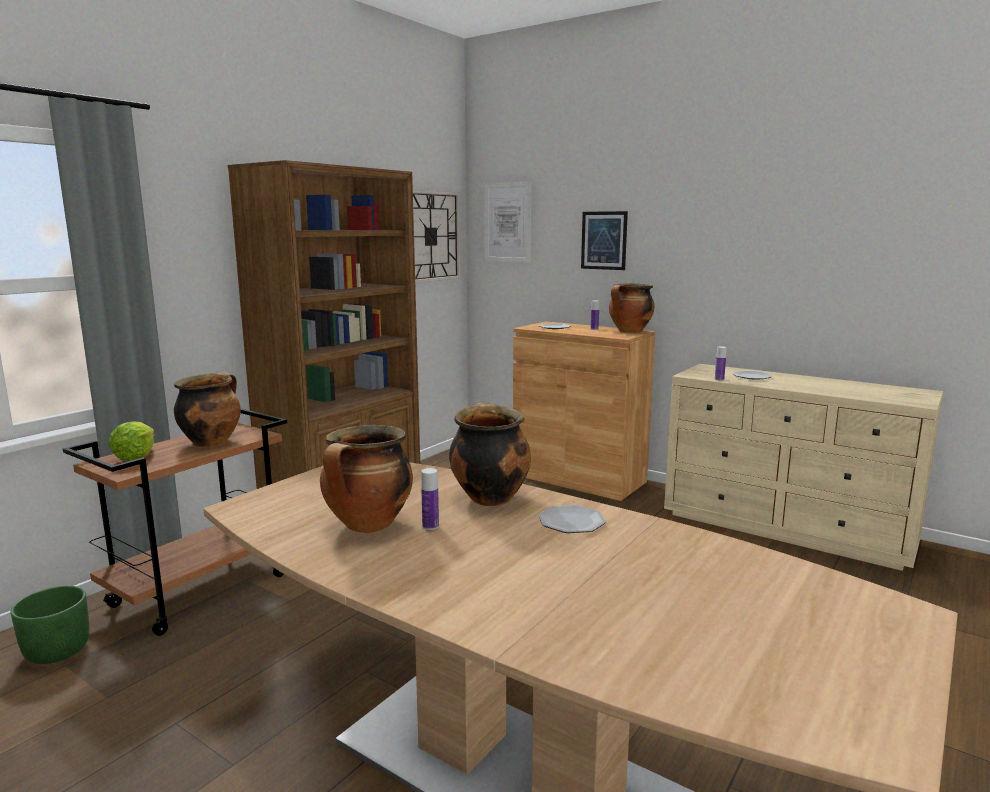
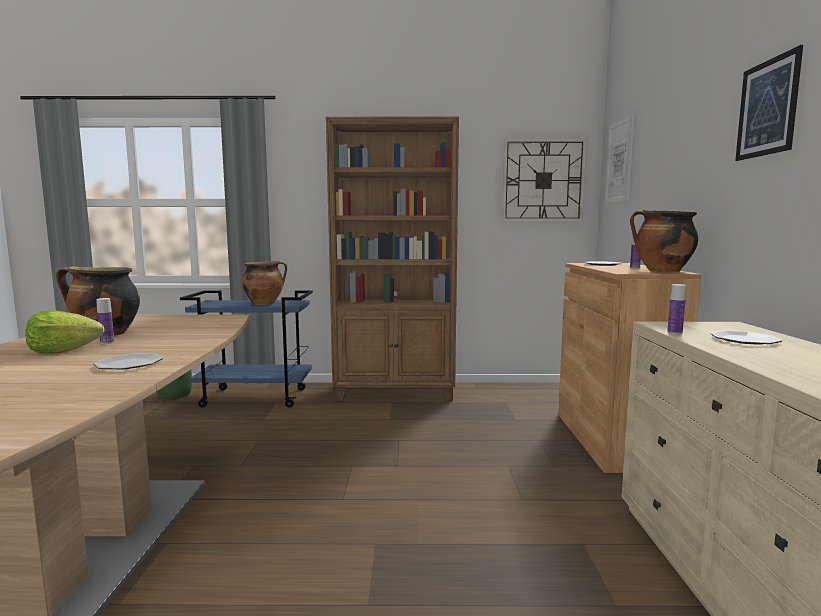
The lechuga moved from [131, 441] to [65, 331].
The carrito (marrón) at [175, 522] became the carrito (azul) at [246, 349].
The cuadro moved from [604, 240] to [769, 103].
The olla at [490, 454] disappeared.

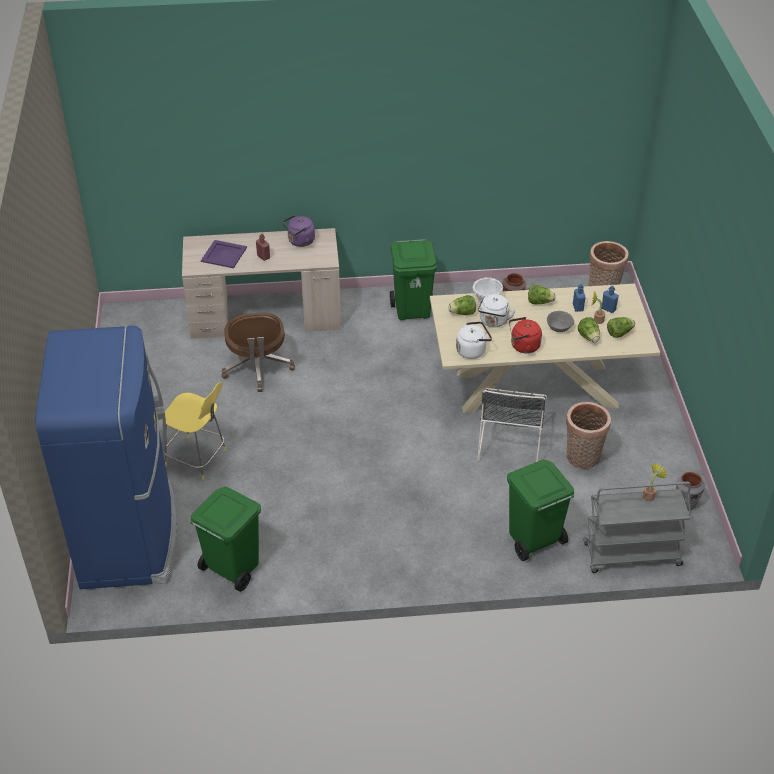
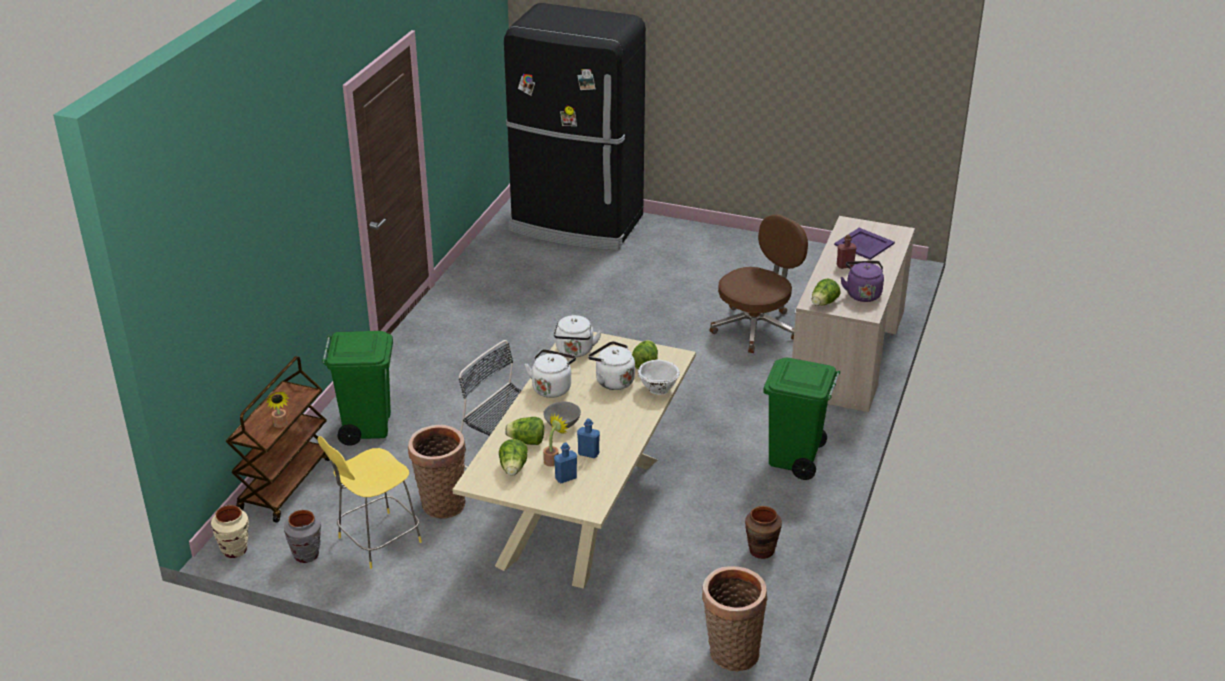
The florero (beis) at [230, 531] appeared.
The carrito (gris) at [637, 527] became the carrito (marrón) at [278, 439].
The taburete (amarillo) moved from [193, 431] to [370, 502].
The nevera (azul) at [106, 457] became the nevera (negro) at [575, 126].
The hervidor (rojo) at [525, 335] became the hervidor (blanco) at [550, 373].
The silla de oficina (marrón) at [258, 352] turned 120 degrees clockwise.
The lechuga moved from [542, 294] to [826, 292].
The papelera (verde) at [225, 539] disappeared.

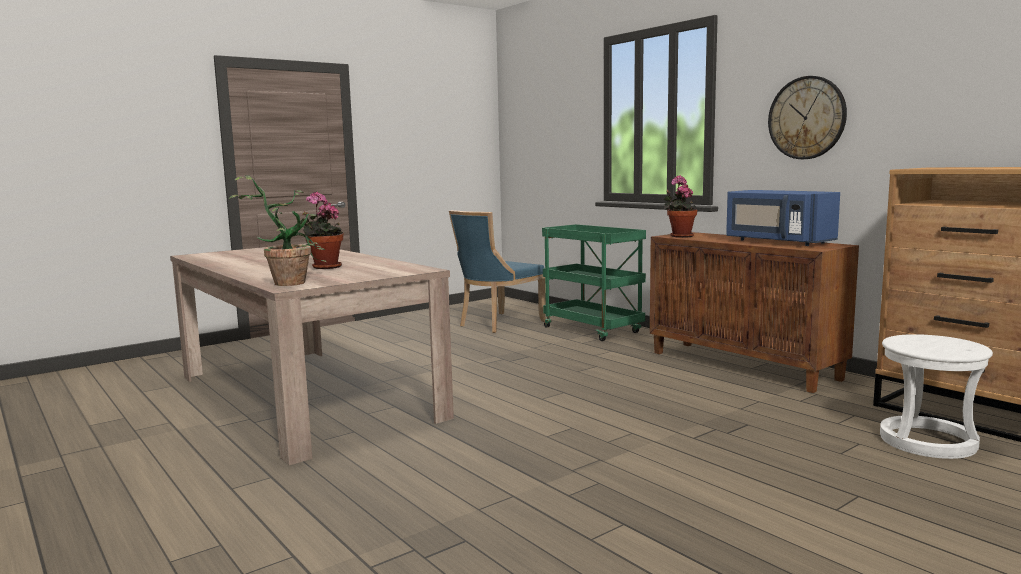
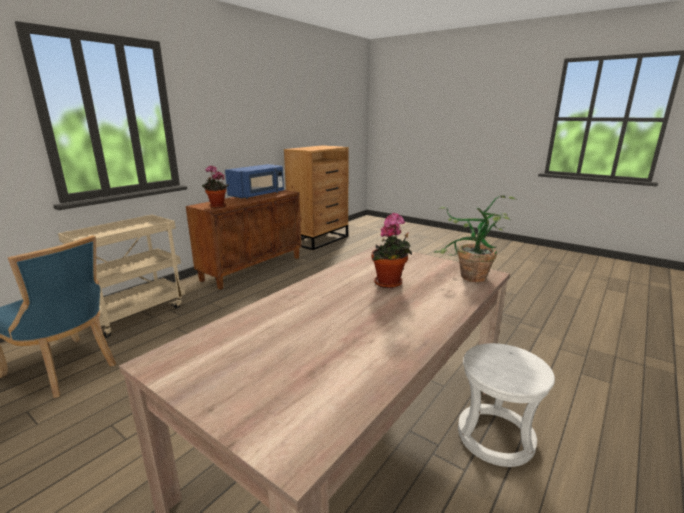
The carrito (verde) at [594, 282] became the carrito (beis) at [122, 276].
The taburete (blanco) moved from [936, 396] to [506, 405].
The reloj de pared at [807, 117] disappeared.

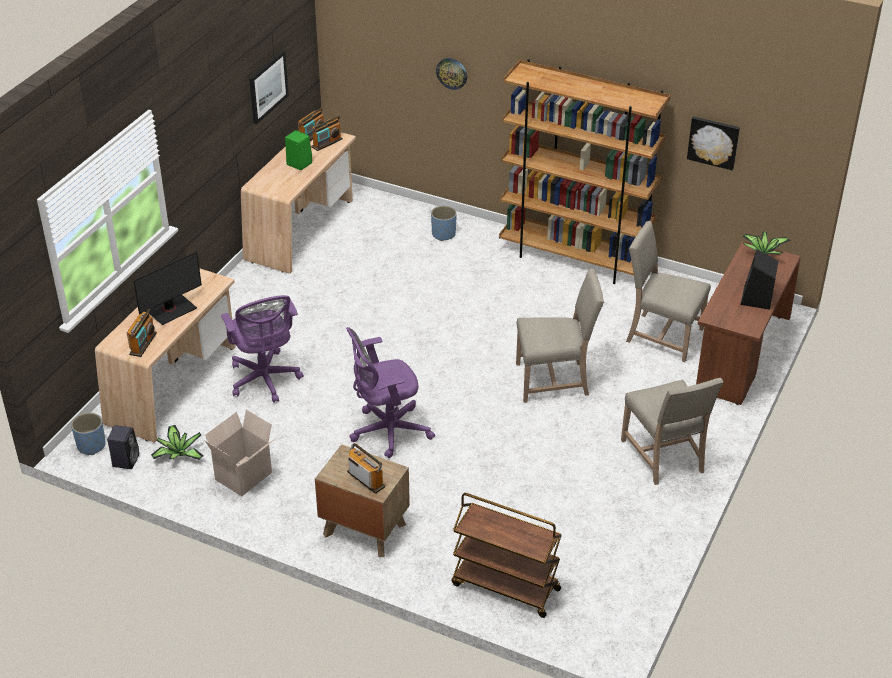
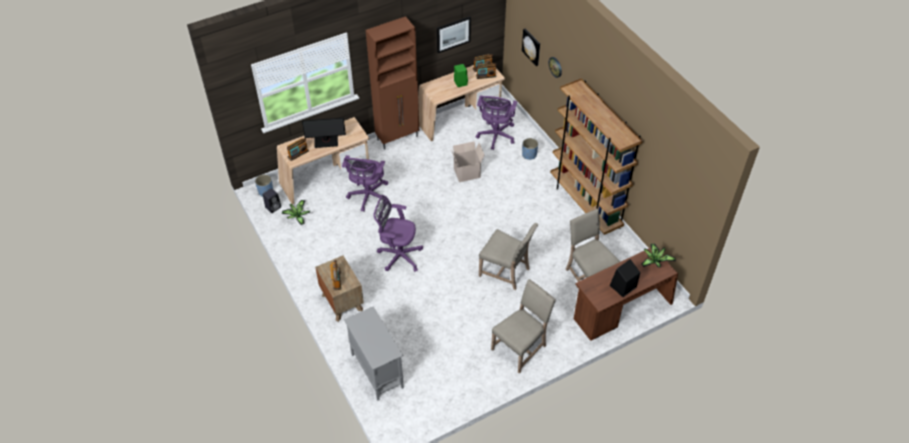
The carrito (marrón) at [506, 555] was replaced by the armario (gris) at [374, 353].
The armario (marrón) at [392, 83] appeared.
The caja de cartón moved from [240, 452] to [468, 161].
The silla de oficina (morado) at [496, 122] appeared.
The silla (beis) at [672, 431] turned 150 degrees counterclockwise.
The cuadro moved from [713, 143] to [531, 47].

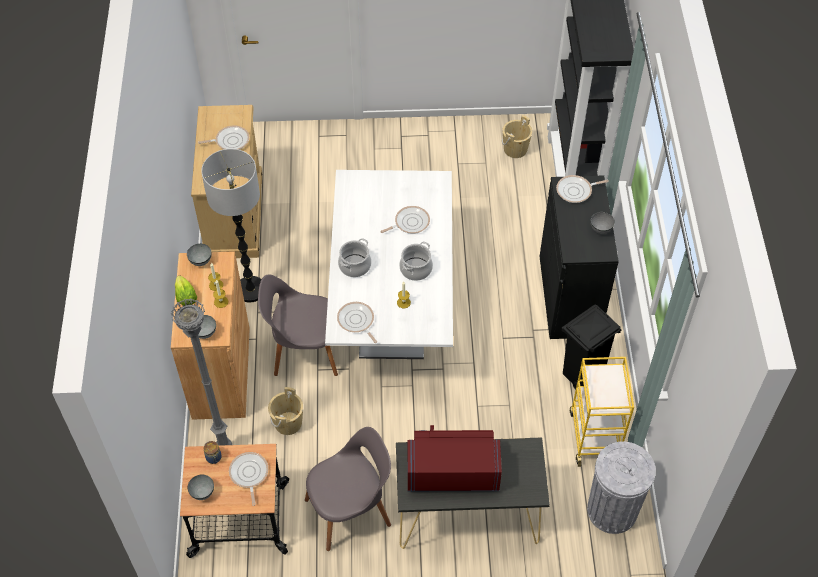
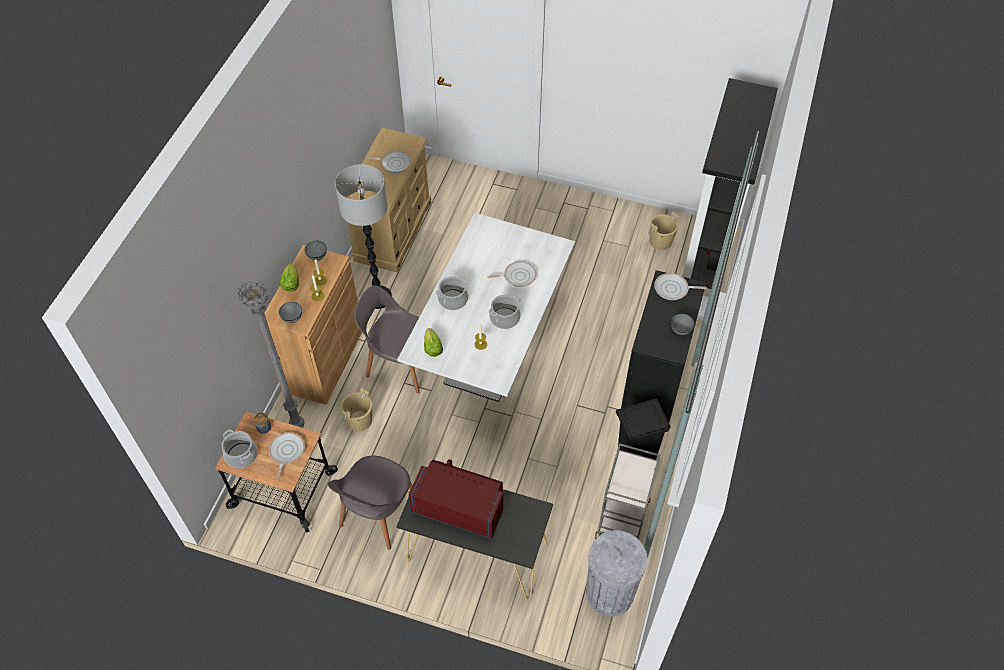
The cuenco (gris) at [200, 487] was replaced by the olla at [239, 448].
The silla (gris) at [348, 489] turned 120 degrees clockwise.
The sartén at [357, 322] was replaced by the lechuga at [433, 342].
The carrito (amarillo) at [602, 412] became the carrito (gris) at [627, 491].

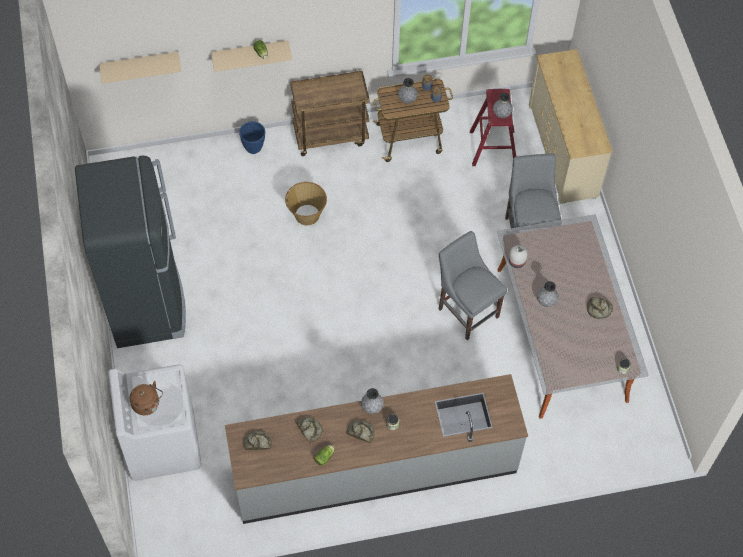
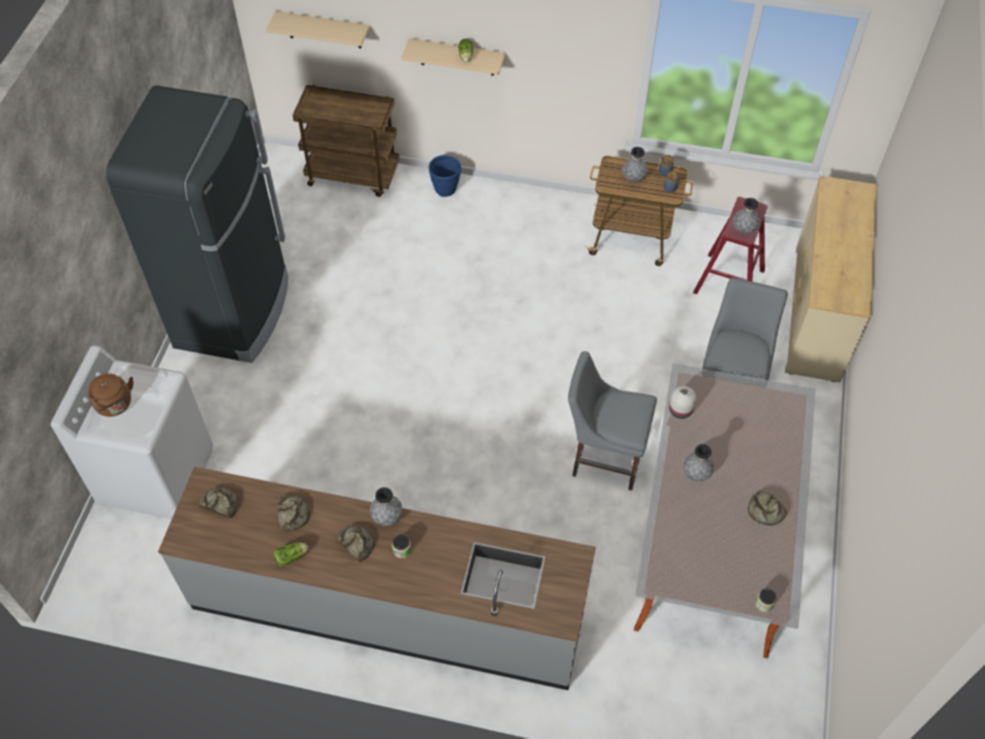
The carrito (marrón) moved from [330, 113] to [346, 141].
The silla (gris) at [473, 285] turned 60 degrees counterclockwise.
The cesta at [306, 203] disappeared.

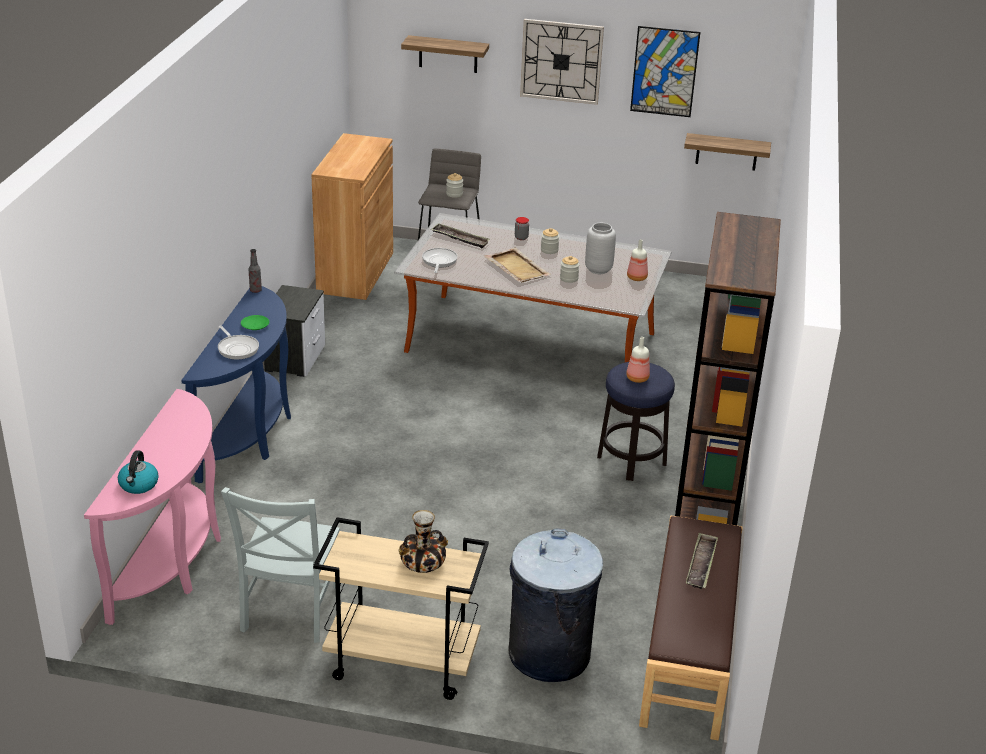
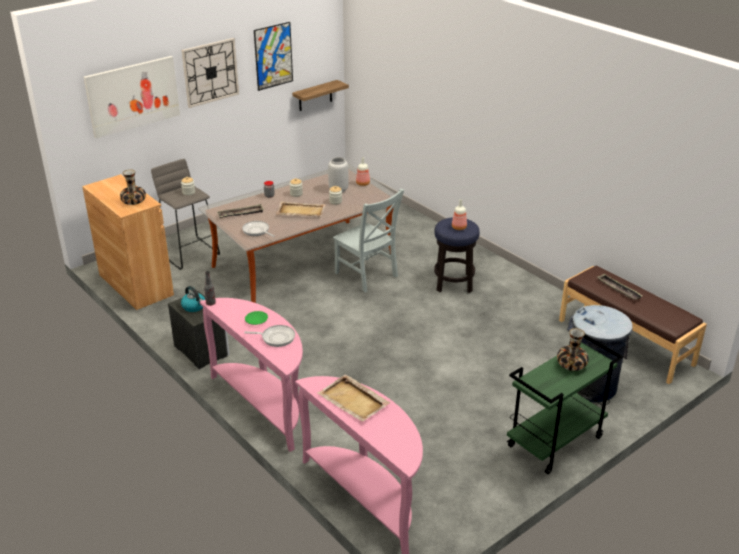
The estante at [445, 54] was replaced by the cuadro at [132, 97].
The florero at [133, 187] appeared.
The hervidor moved from [138, 472] to [193, 299].
The mesa consola (azul) at [236, 384] became the mesa consola (rosa) at [251, 375].
The bandeja (beis) at [353, 398] appeared.
The silla (gris) moved from [280, 565] to [368, 240].
The carrito (beis) at [401, 609] became the carrito (verde) at [565, 404].
The estantería (marrón) at [728, 368] disappeared.

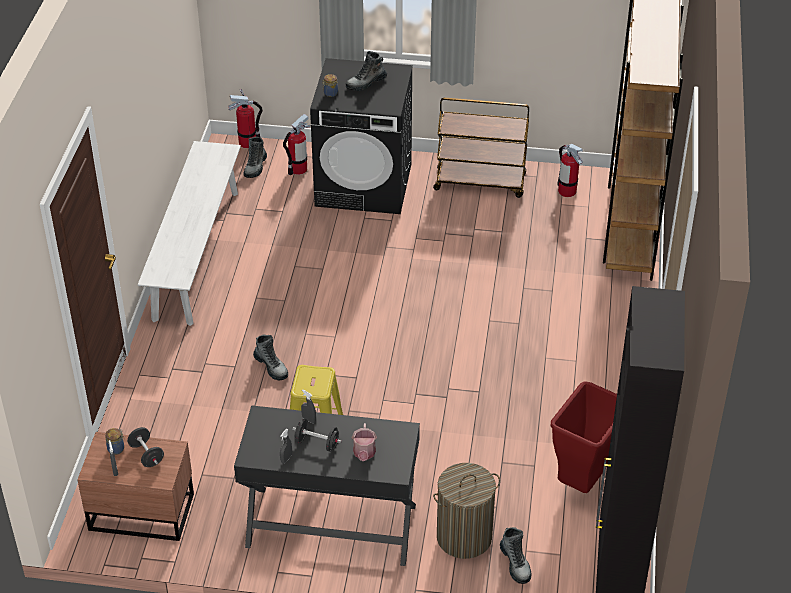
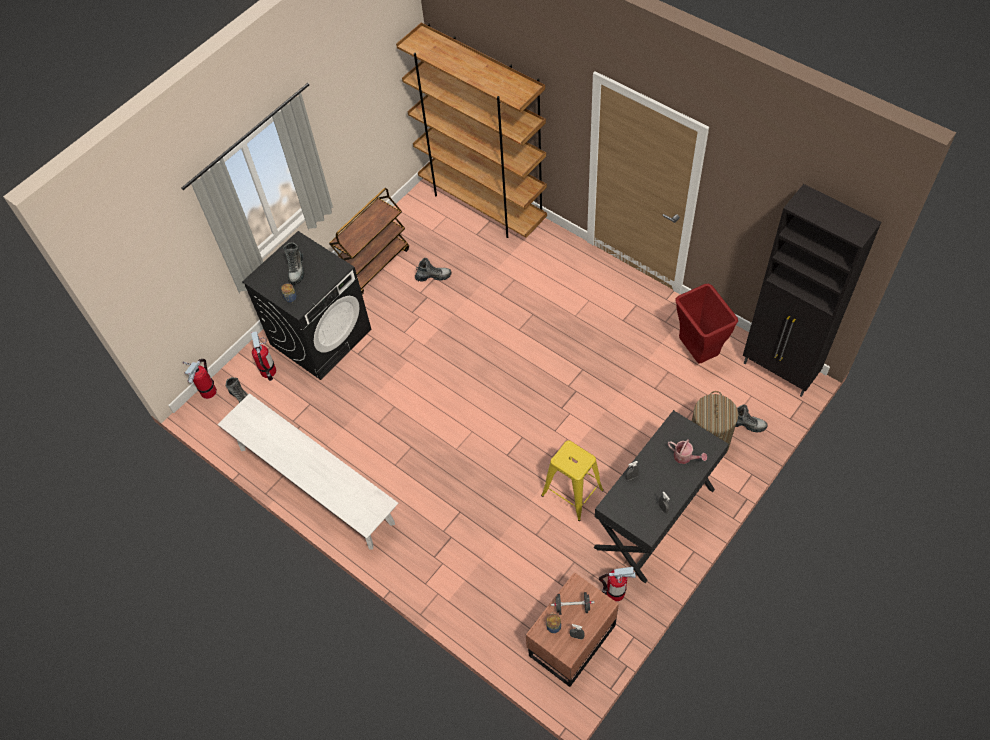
The bota moved from [270, 357] to [433, 270].
The extintor moved from [570, 170] to [617, 584].
The mancuerna (negro) at [317, 435] disappeared.

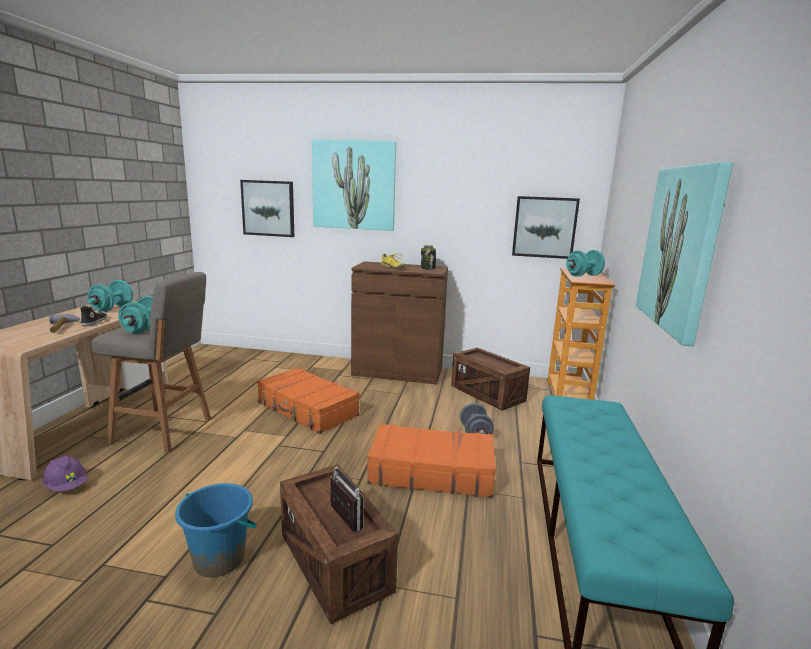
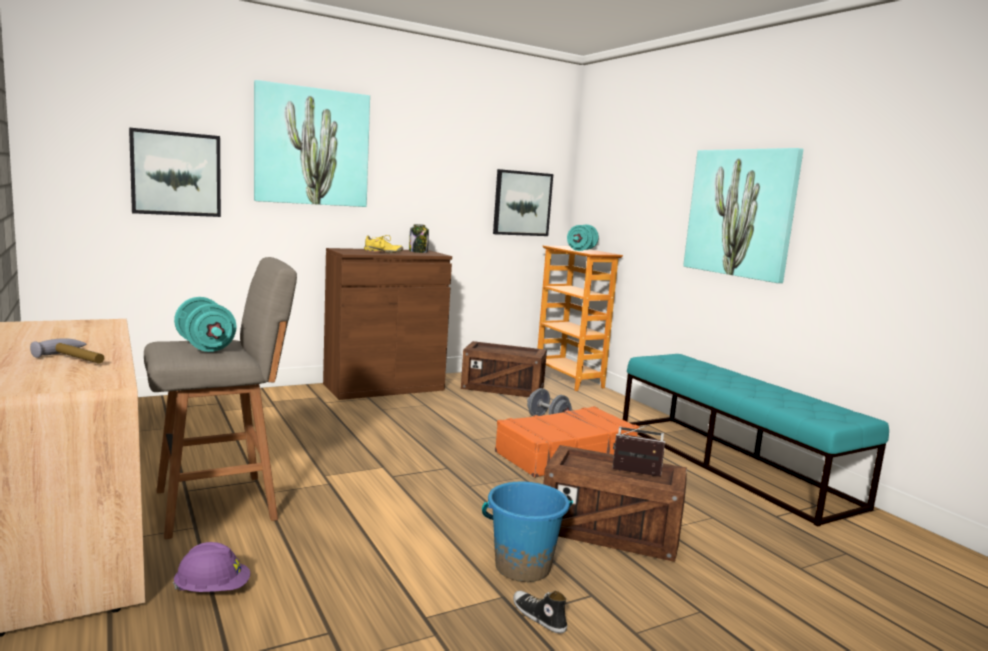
The zapato moved from [94, 316] to [540, 611].
The mancuerna (turquesa) at [110, 296] disappeared.
The maleta (naranja) at [308, 400] disappeared.

